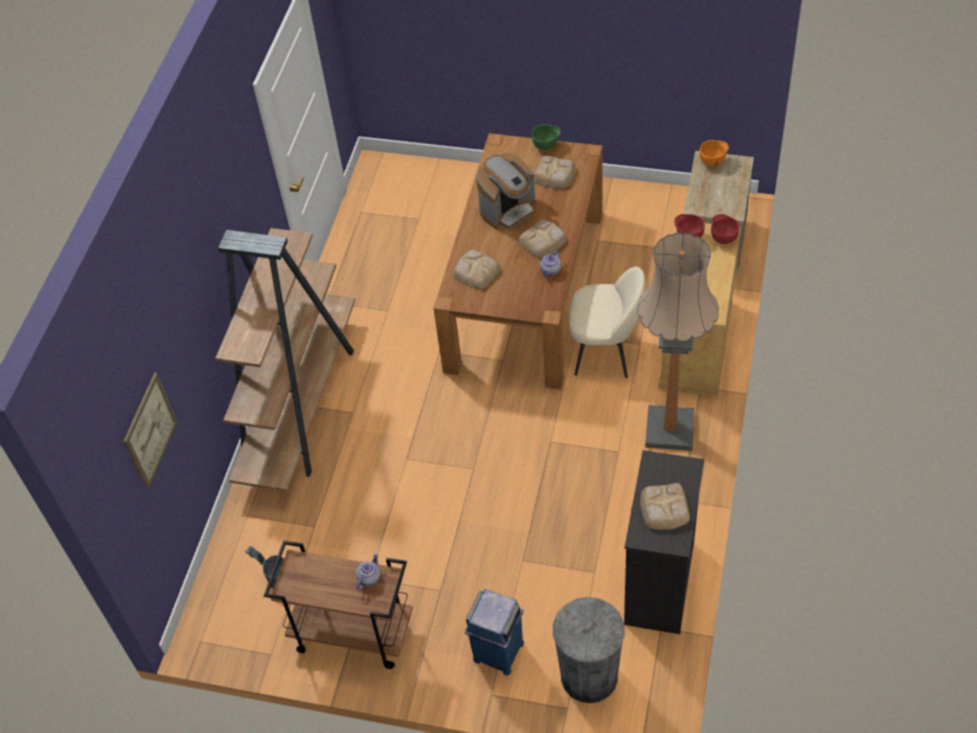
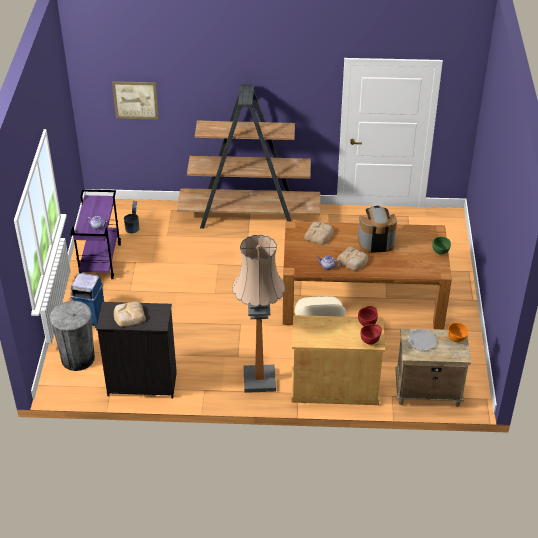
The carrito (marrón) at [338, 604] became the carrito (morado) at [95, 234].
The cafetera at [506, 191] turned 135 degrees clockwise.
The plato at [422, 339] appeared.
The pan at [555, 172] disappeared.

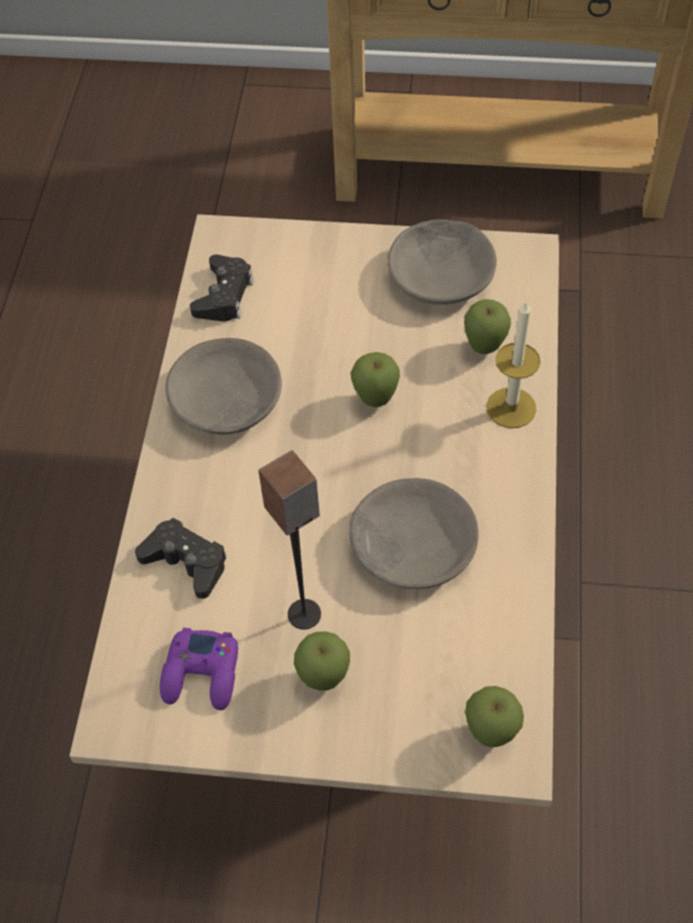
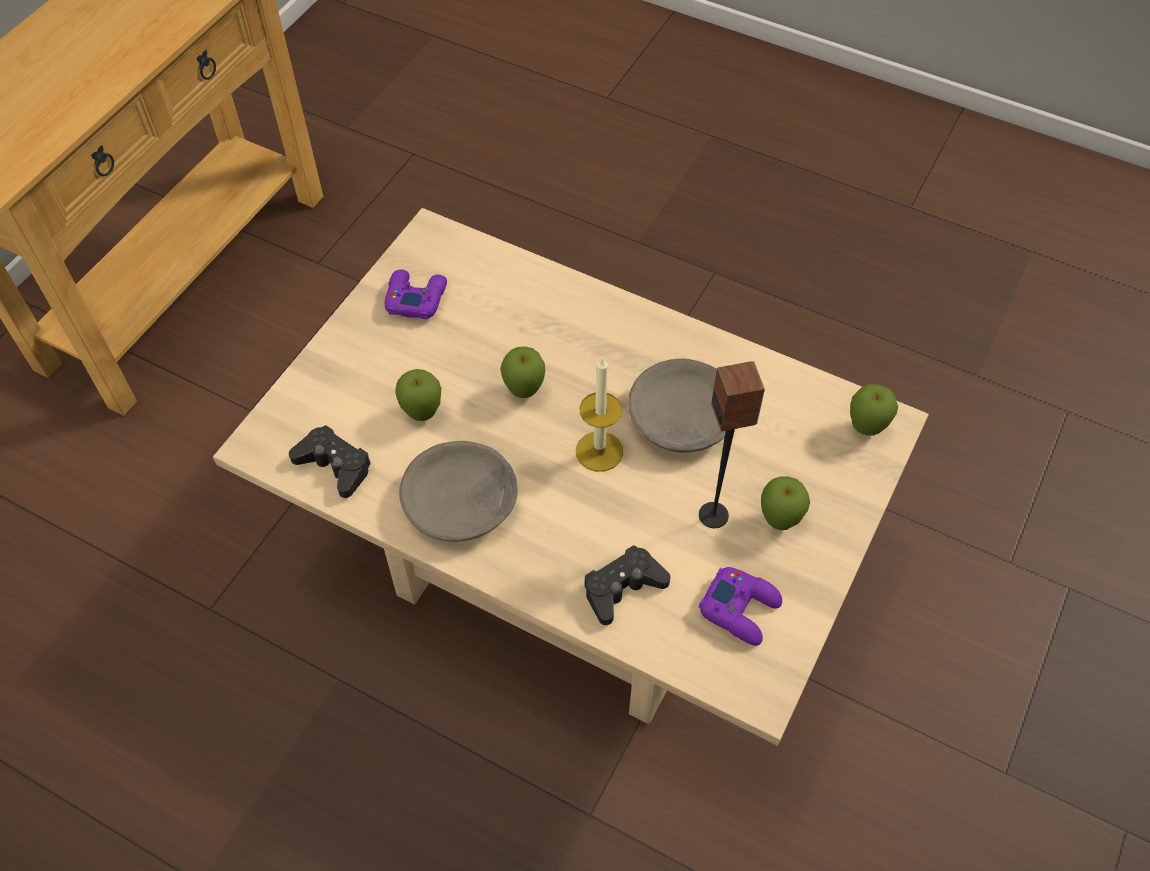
The cuenco (gris) at [442, 262] was replaced by the mando de consola (morado) at [416, 294].
The manzana moved from [487, 326] to [418, 395].
The vela moved from [513, 364] to [599, 414].

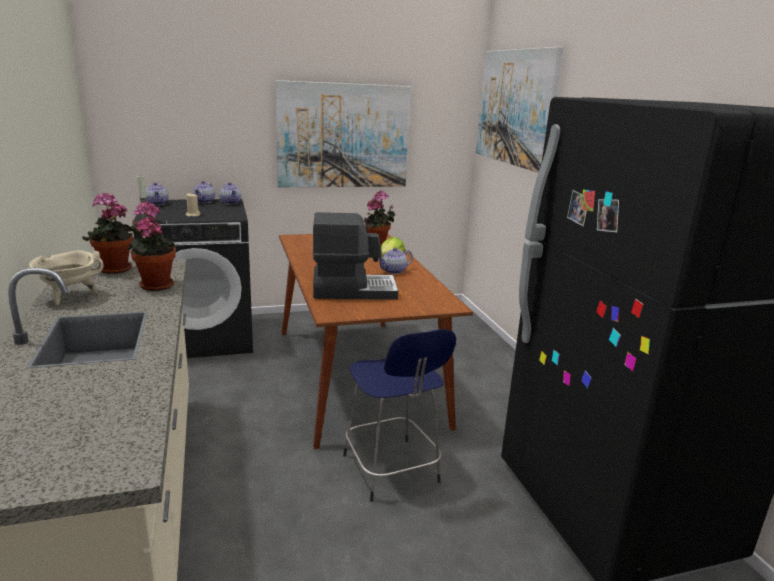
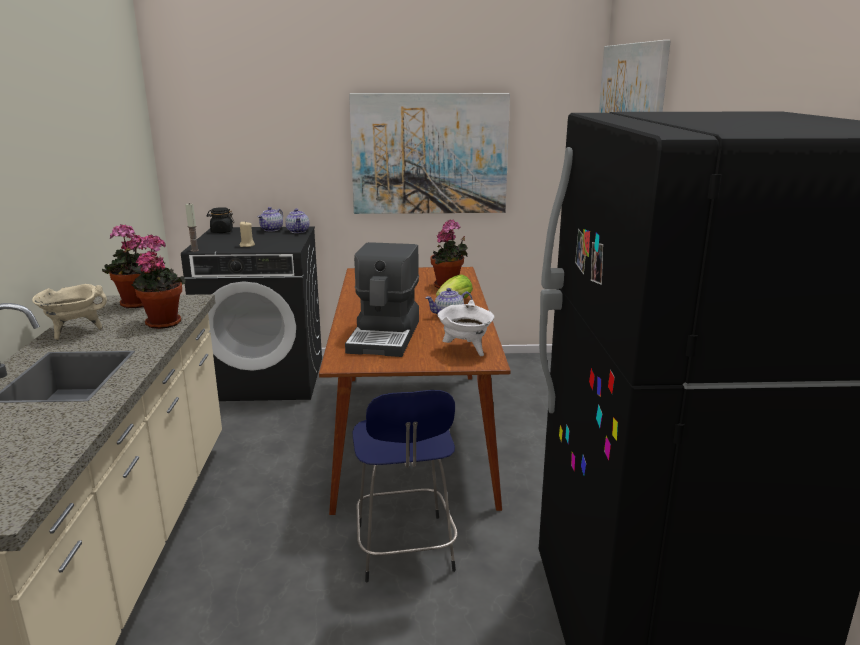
The tetera at [157, 193] was replaced by the tarro (negro) at [220, 220].
The cafetera at [355, 256] turned 90 degrees clockwise.
The olla (blanco) at [465, 328] appeared.

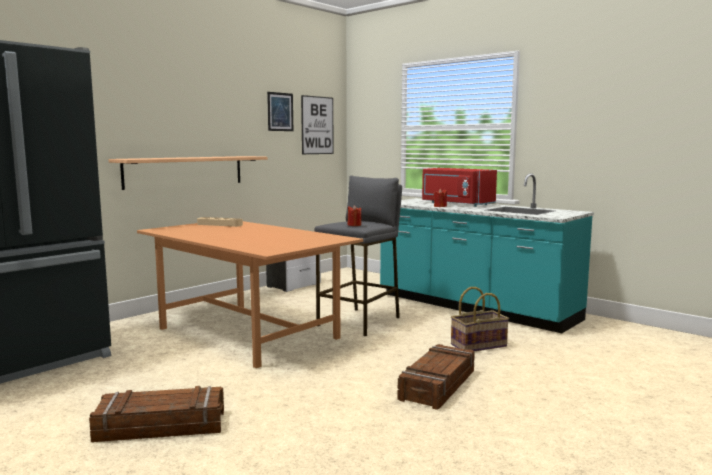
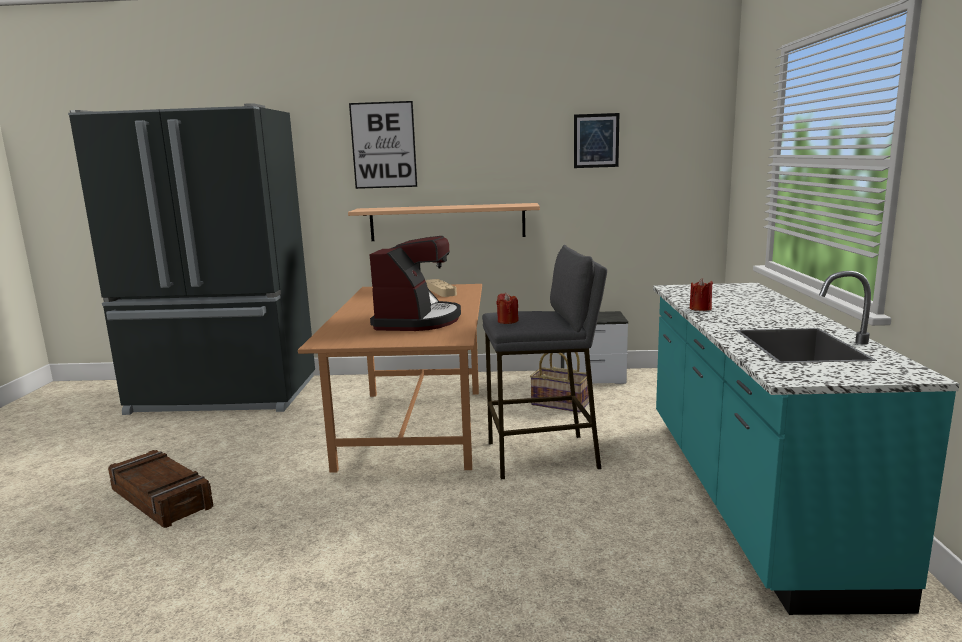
The cuadro moved from [317, 124] to [383, 145].
The cafetera at [415, 283] appeared.
The cesta moved from [480, 319] to [559, 382].
The caja de embalaje at [436, 377] disappeared.
The microondas (rojo) at [459, 187] disappeared.

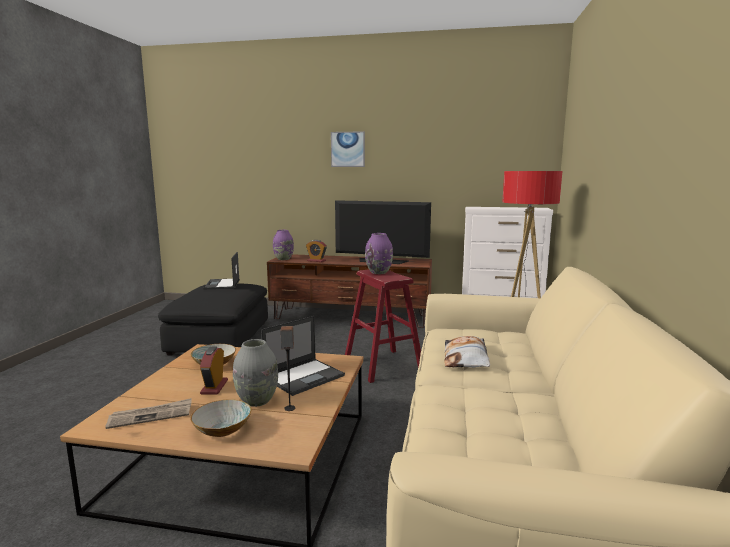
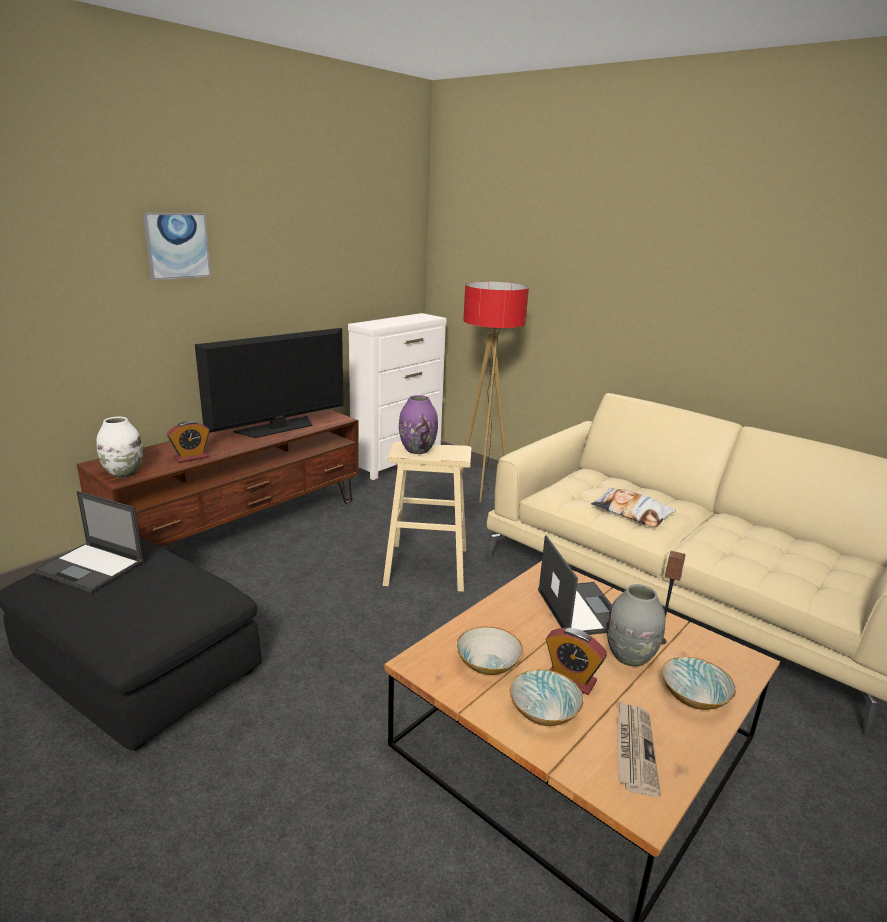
The florero (morado) at [283, 245] became the florero (blanco) at [119, 447].
The taburete (rojo) at [383, 326] became the taburete (beis) at [427, 517].
The cuenco at [547, 697] appeared.

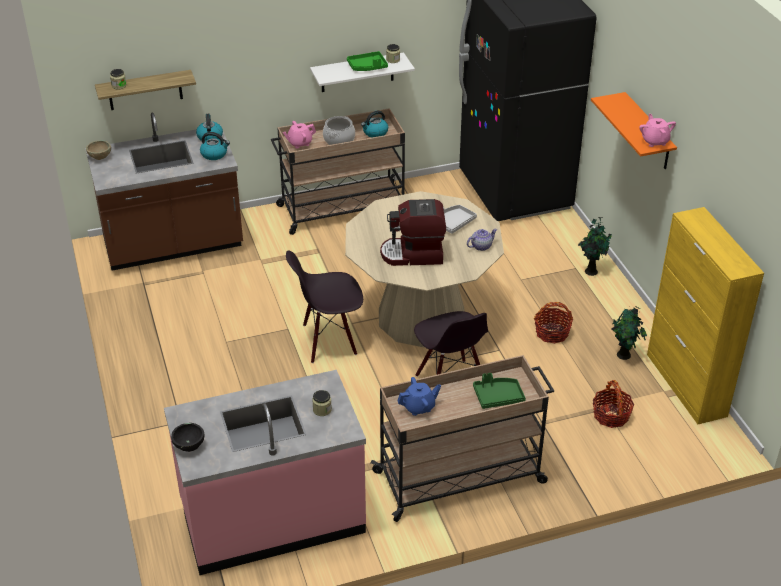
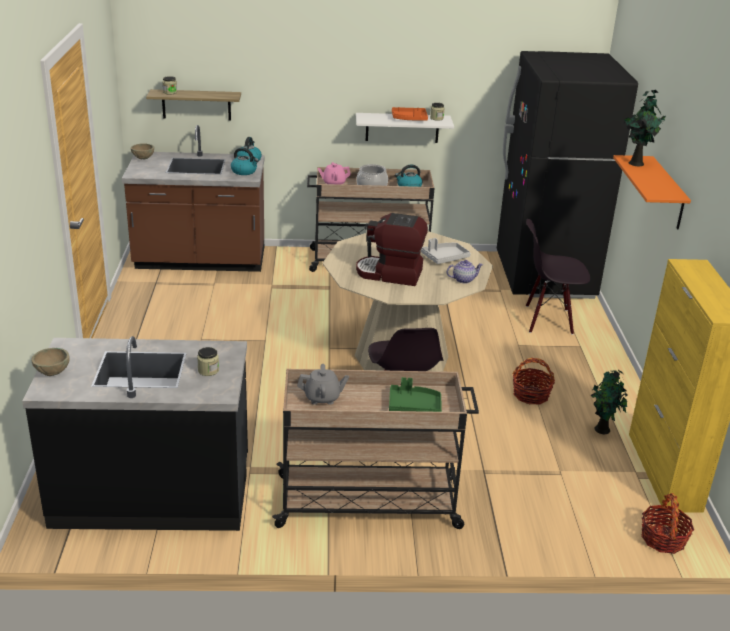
The mueble bajo de cocina (rosa) at [265, 472] became the mueble bajo de cocina (negro) at [135, 433].
The cuenco (negro) at [187, 437] became the cuenco (beis) at [50, 362].
The tetera (azul) at [419, 396] became the tetera (gris) at [323, 384].
The bandeja (verde) at [367, 61] became the bandeja (naranja) at [410, 114].
The silla (negro) moved from [324, 306] to [558, 277].
The planta en maceta moved from [595, 246] to [645, 128].
The cesta moved from [613, 404] to [667, 523].
The tetera (rosa) at [657, 130] disappeared.

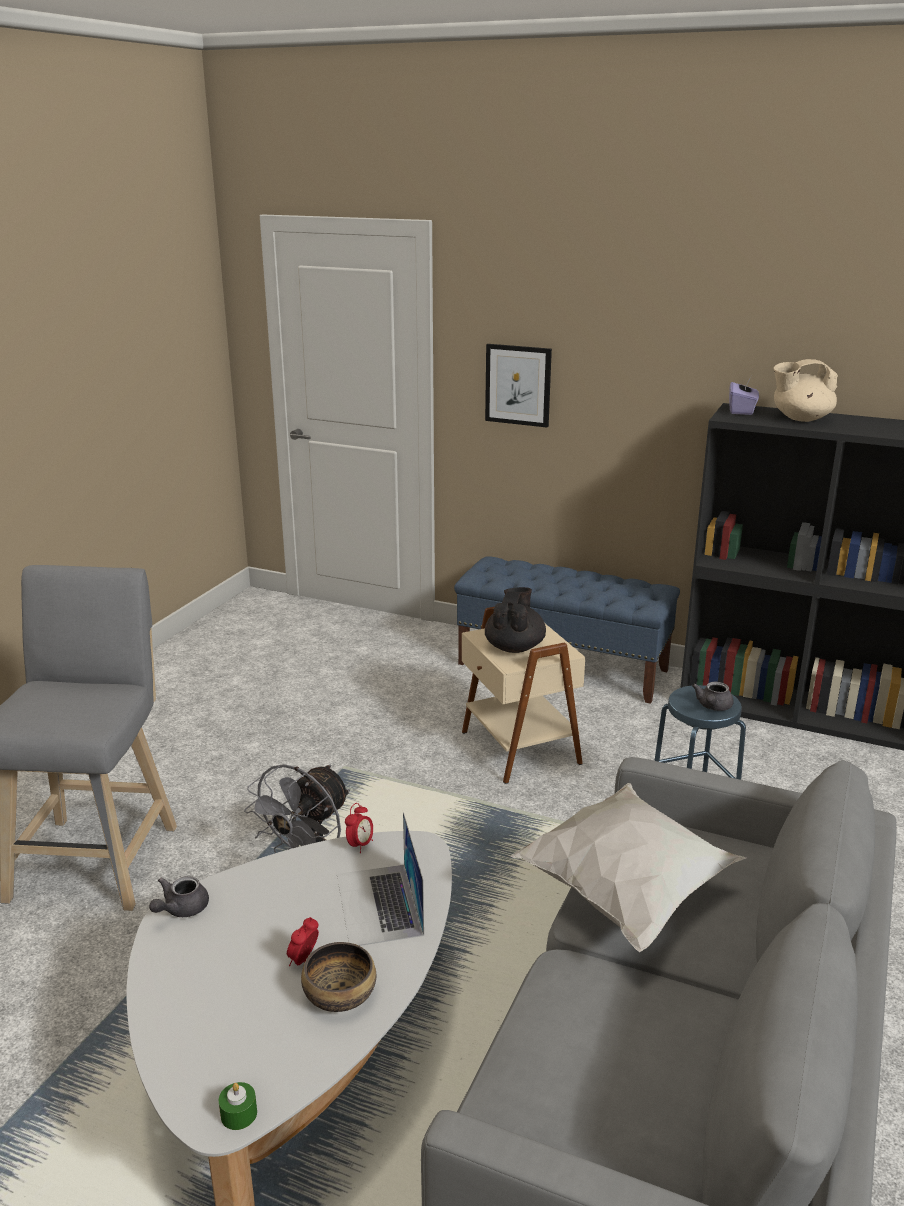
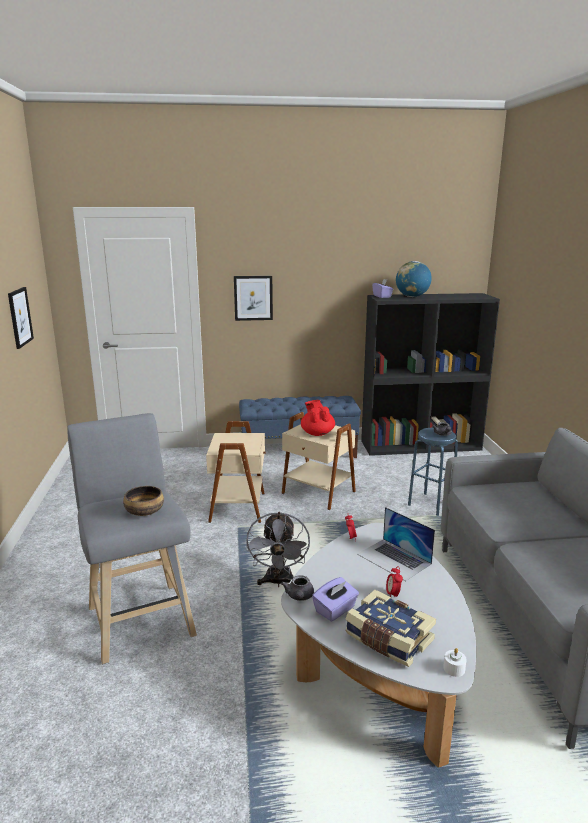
The cuadro at [21, 318] appeared.
The cuenco moved from [338, 977] to [143, 501].
The mesa auxiliar (beis) at [235, 472] appeared.
The tetera (negro) at [515, 620] became the tetera (rojo) at [318, 418].
The caja de pañuelos (morado) at [335, 599] appeared.
The libro at [390, 628] appeared.
The tetera (beis) at [806, 390] was replaced by the globo terráqueo at [414, 279].
The vela (verde) at [237, 1106] became the vela (blanco) at [455, 662].
The cojín (blanco) at [628, 867] disappeared.

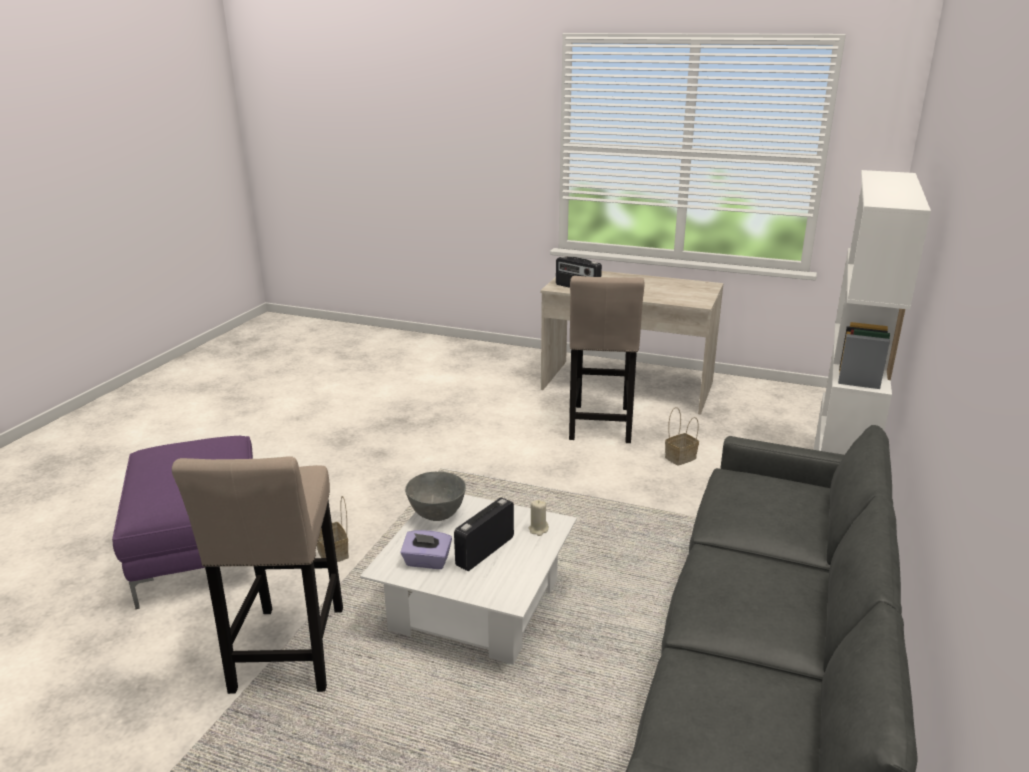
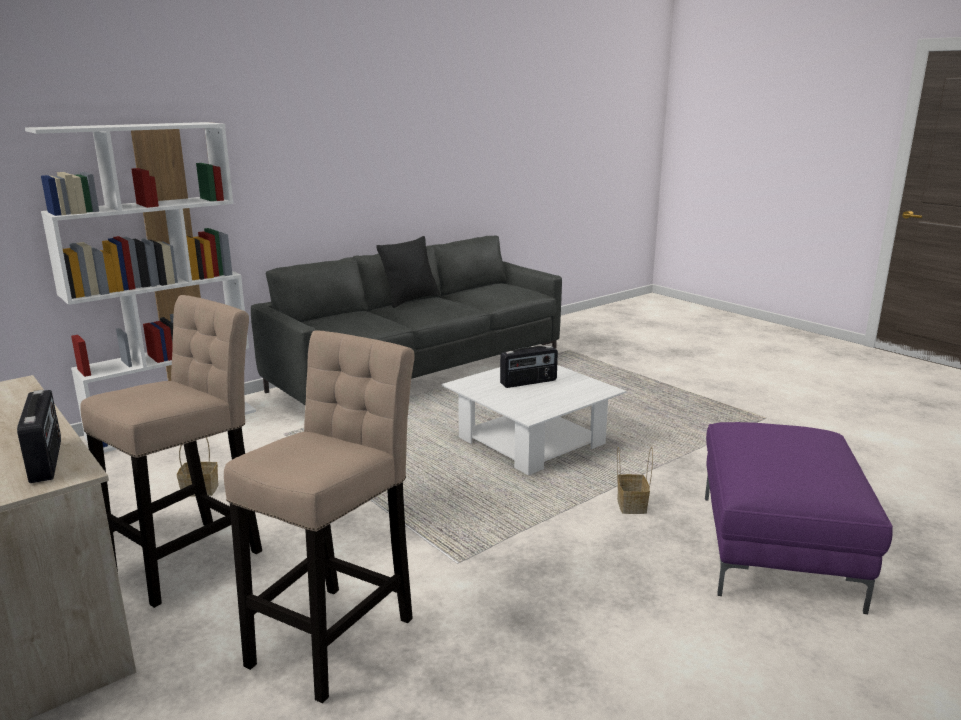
The taburete (beis) moved from [257, 575] to [319, 516].
The cojín (negro) at [408, 272] appeared.
The caja de pañuelos (morado) at [426, 549] disappeared.
The cuenco (gris) at [435, 496] disappeared.
The vela (beis) at [539, 518] disappeared.

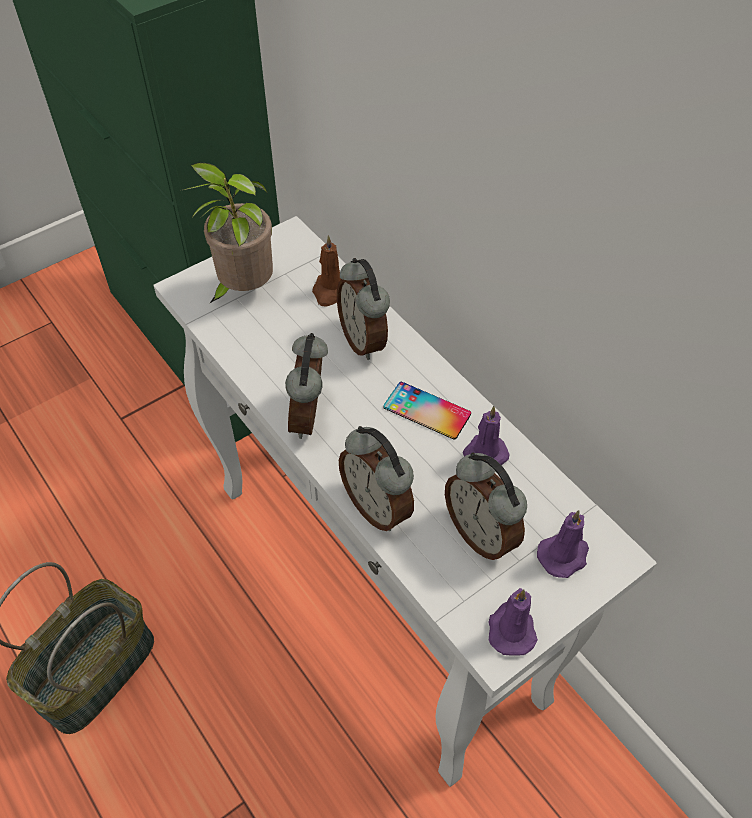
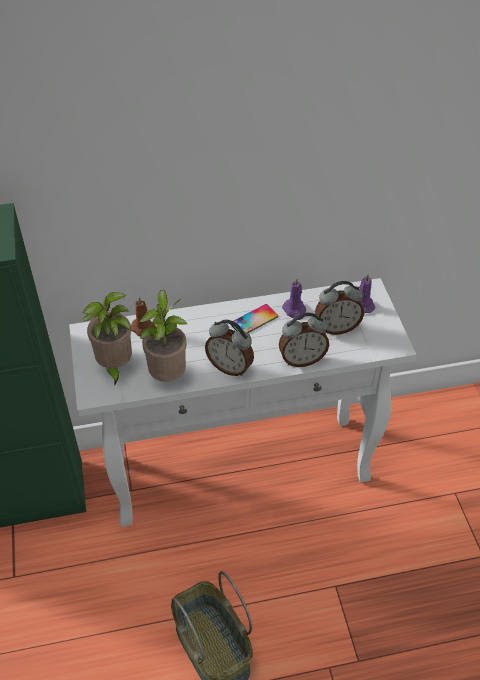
The planta en maceta at [163, 336] appeared.
The despertador at [363, 309] disappeared.
The vela (morado) at [513, 621] disappeared.

